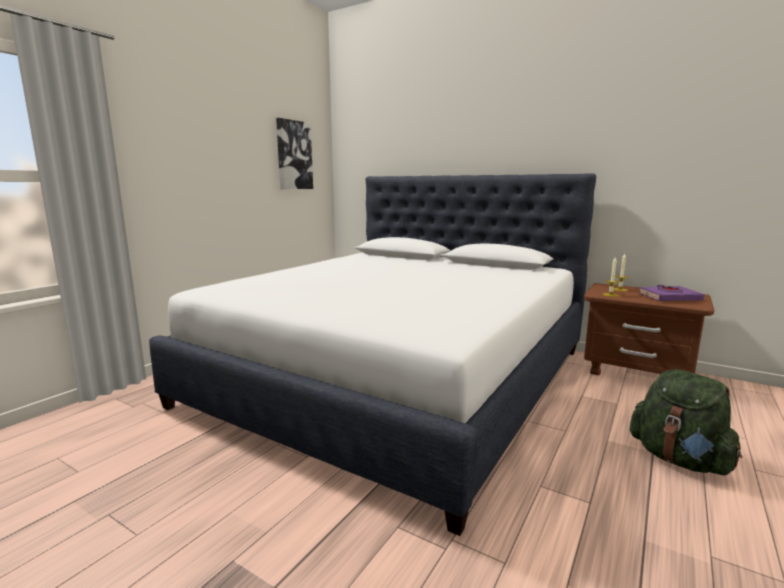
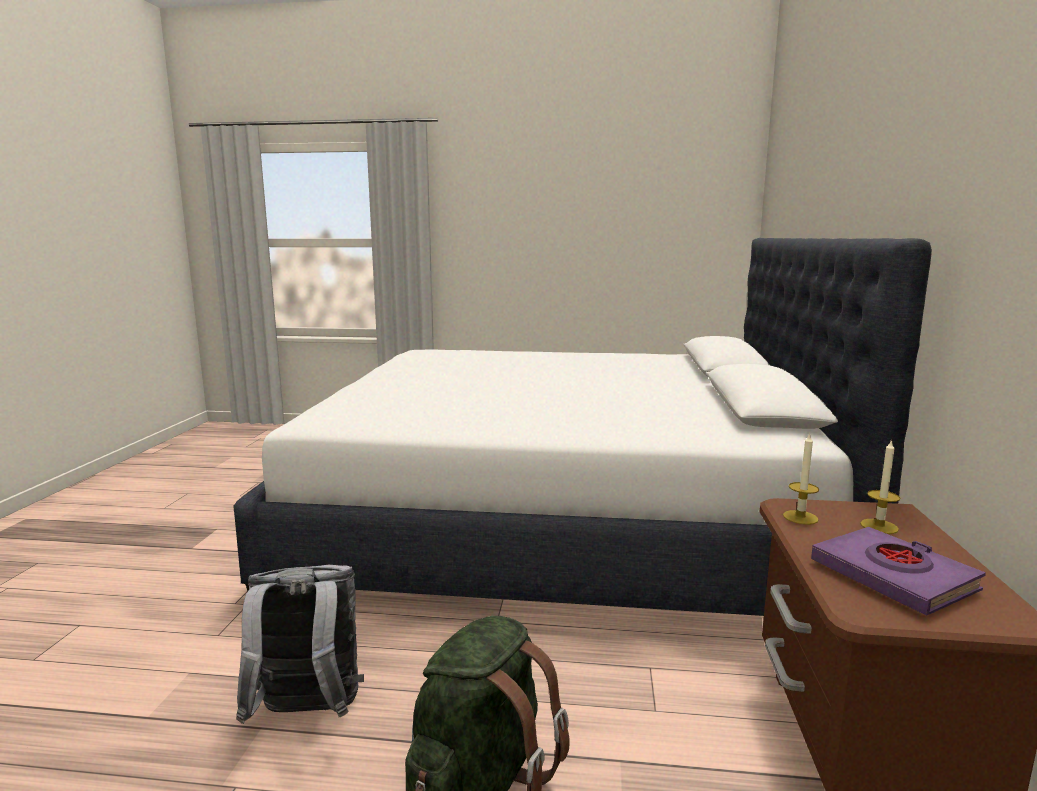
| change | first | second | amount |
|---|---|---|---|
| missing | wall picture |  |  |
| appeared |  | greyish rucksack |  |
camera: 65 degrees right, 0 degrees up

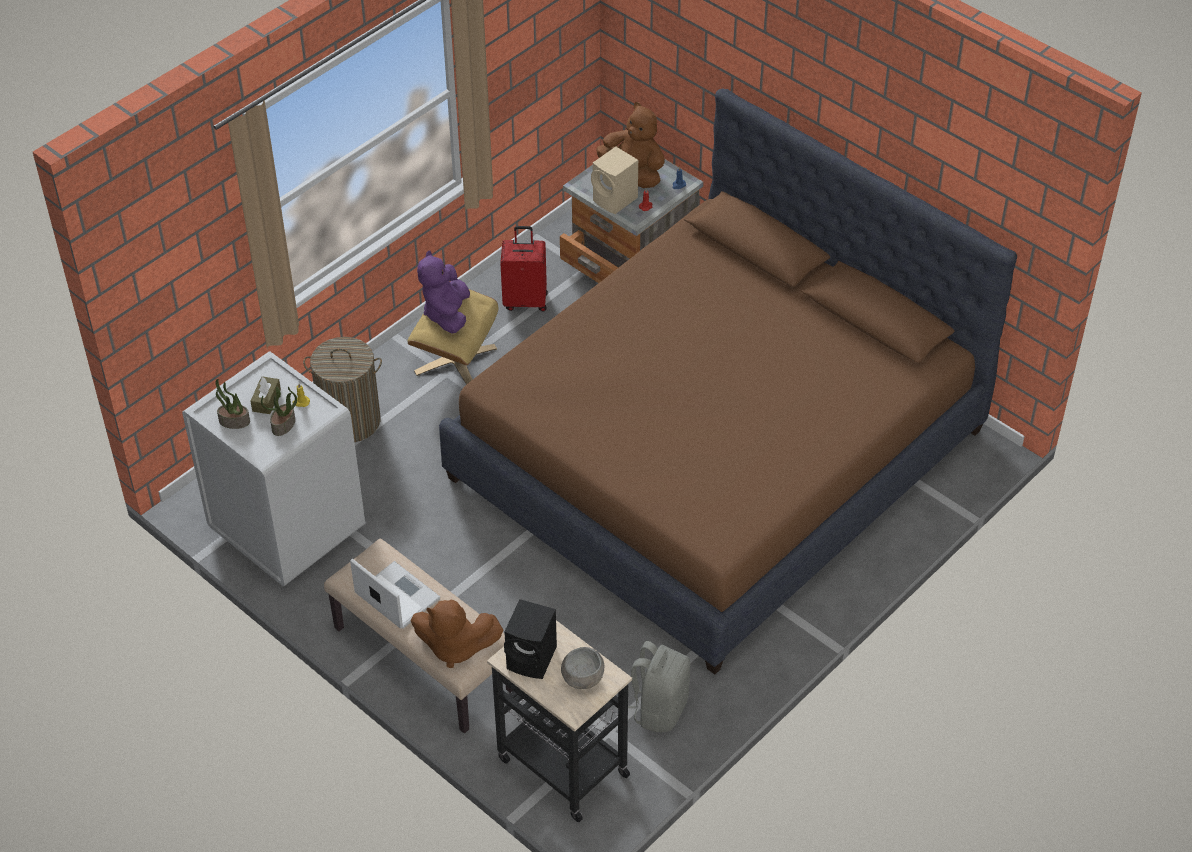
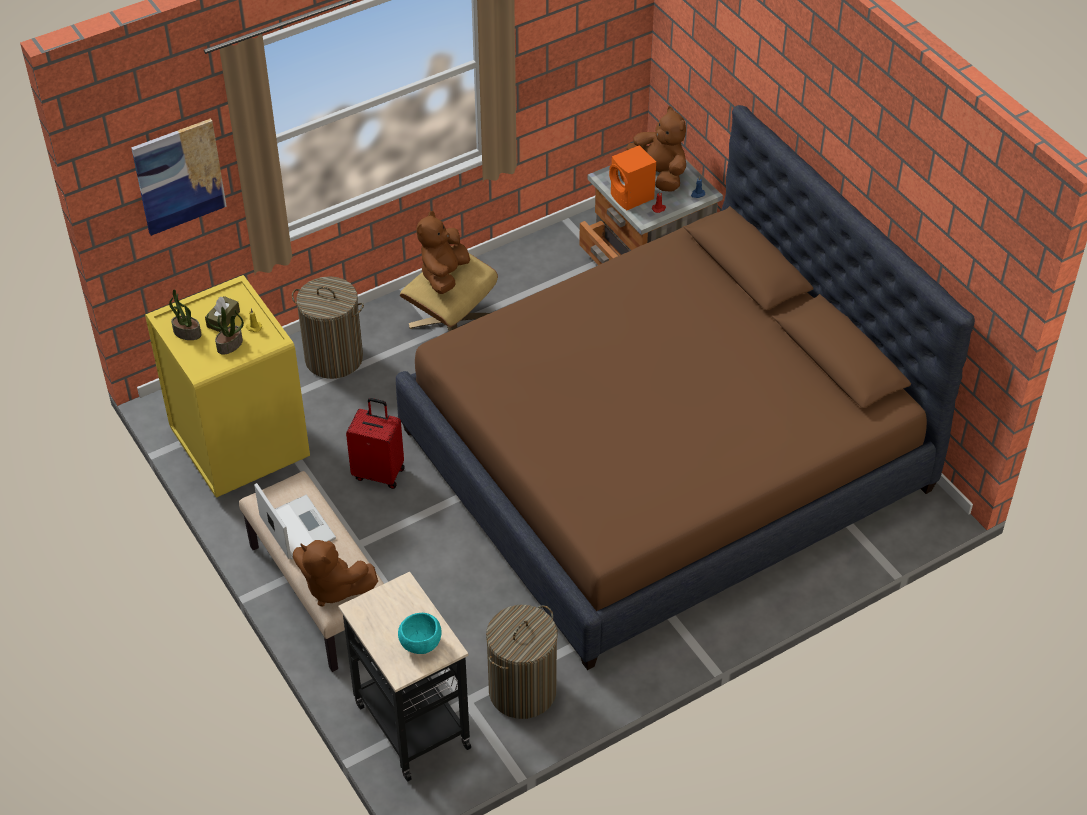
| change | first | second | amount |
|---|---|---|---|
| colour | beige speaker | orange-coloured speaker |  |
| relocated | red suitcase |  |  |
| colour | purplish soft toy | brown-coloured soft toy (no. 2 from left) |  |
| colour | greyish dresser | yellow-coloured dresser |  |
| missing | black speaker |  |  |
| exchanged | greyish rucksack | hamper (no. 2 from left) |  |
| colour | greyish deep dish | blue-green deep dish |  |
| appeared |  | wall picture |  |
camera: 15 degrees right, 0 degrees up

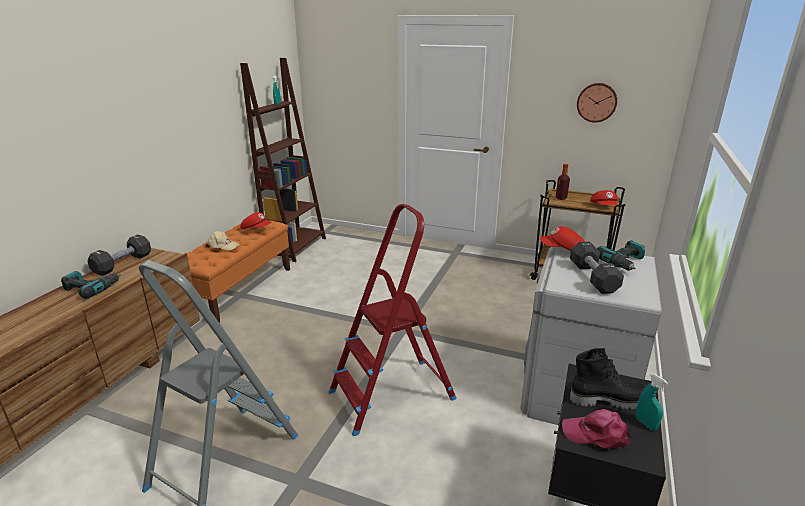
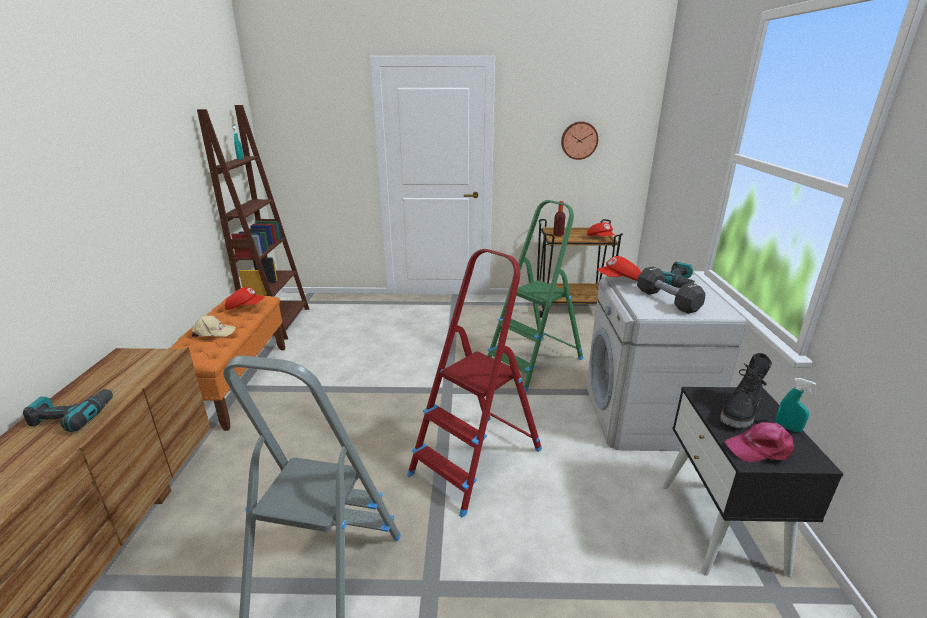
| change | first | second | amount |
|---|---|---|---|
| missing | black hand weight (no. 1 from left) |  |  |
| spun | black high-top boot |  | 150 degrees clockwise |
| appeared |  | greenish stepladder |  |
camera: 20 degrees left, 0 degrees up

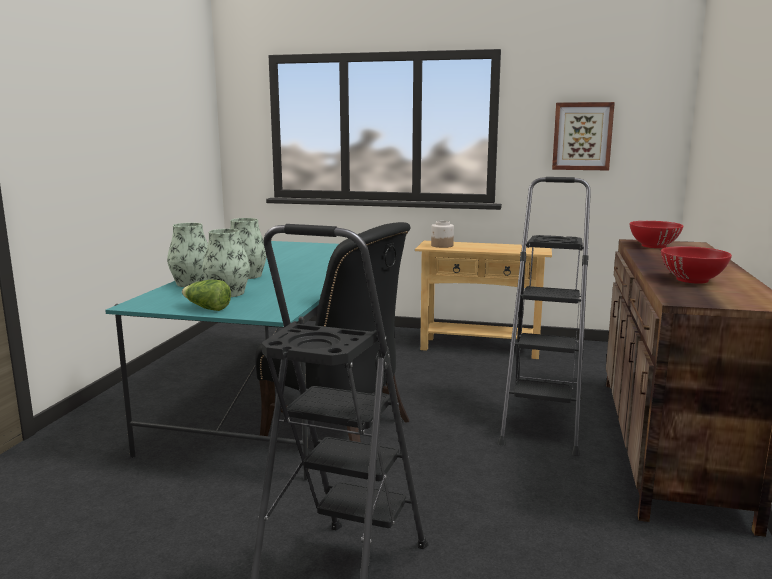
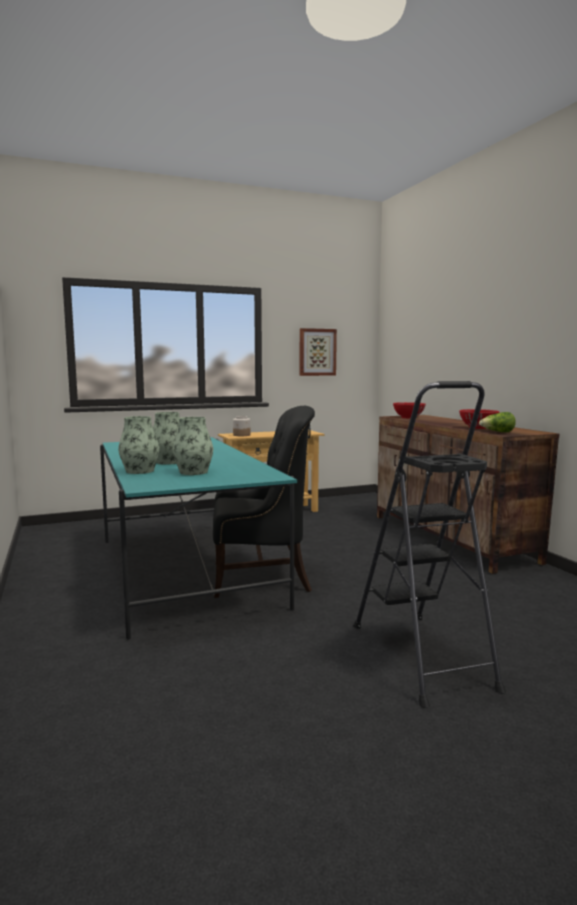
| change | first | second | amount |
|---|---|---|---|
| missing | stepladder (no. 2 from left) |  |  |
| relocated | lettuce |  |  |
camera: 35 degrees left, 5 degrees down

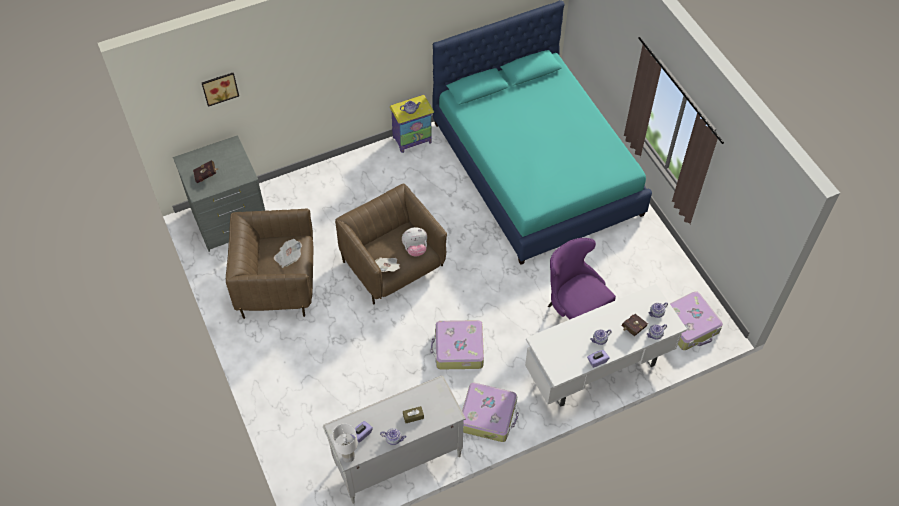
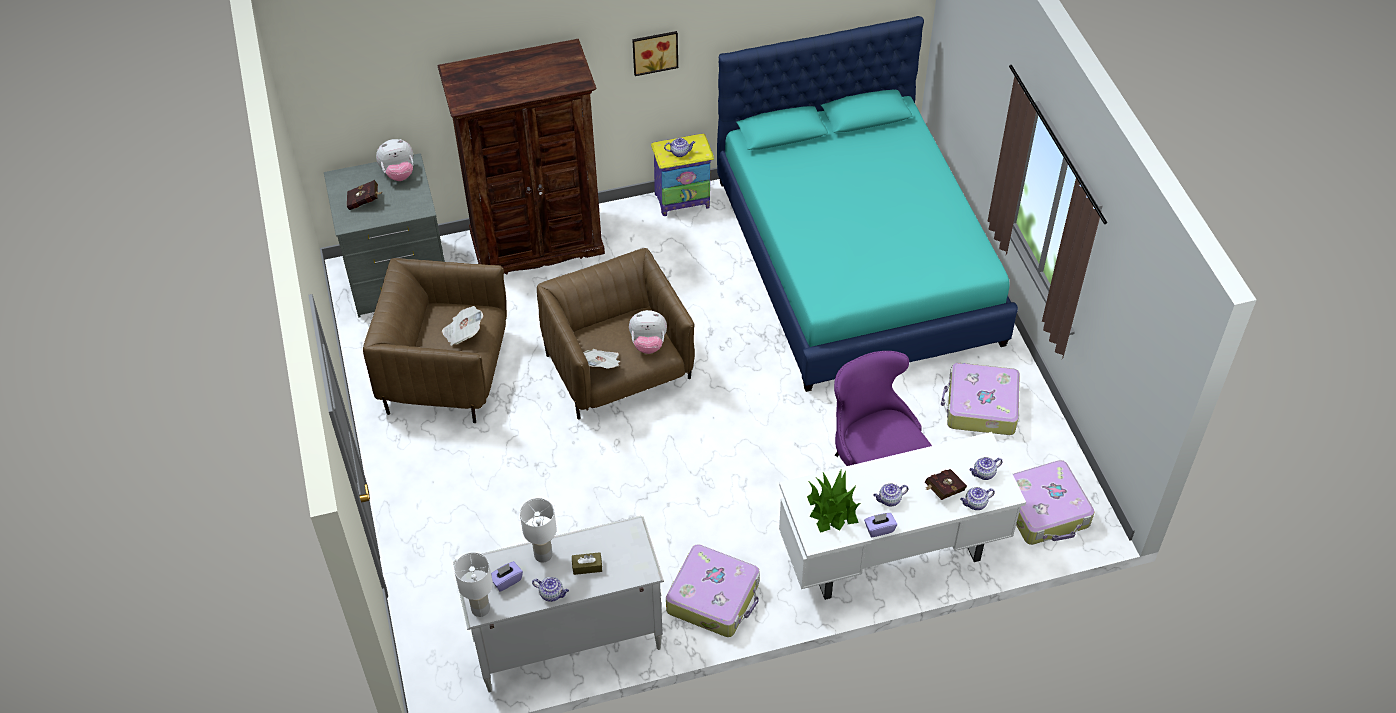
| change | first | second | amount |
|---|---|---|---|
| relocated | wall picture |  |  |
| relocated | suitcase (no. 1 from left in the first image) | suitcase (no. 2 from left) |  |
| appeared |  | brown-coloured armoire |  |
| appeared |  | soft toy (no. 1 from left) |  |
| appeared |  | houseplant |  |
| appeared |  | white-coloured lamp for a table (no. 2 from left) |  |
camera: 10 degrees right, 5 degrees down

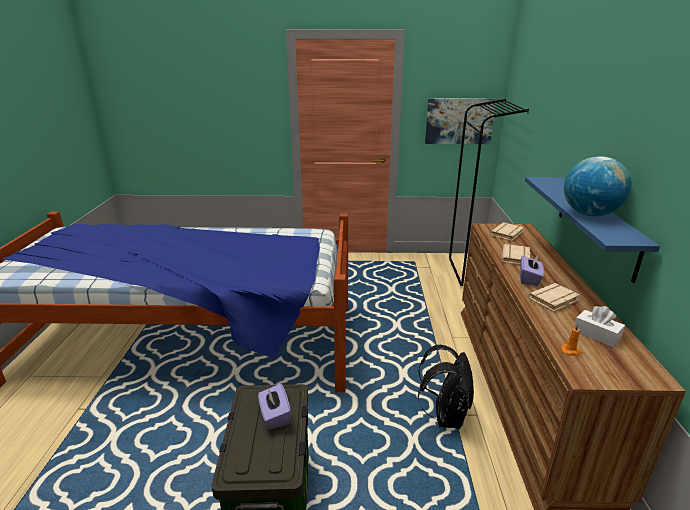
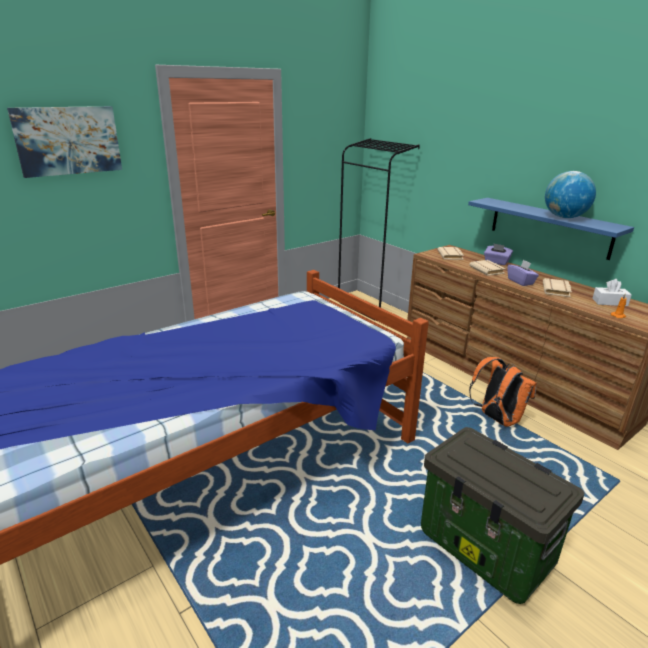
| change | first | second | amount |
|---|---|---|---|
| relocated | wall picture |  |  |
| colour | black rucksack | orange-coloured rucksack |  |
| relocated | purplish tissue box (no. 1 from left) |  |  |
camera: 40 degrees left, 0 degrees up

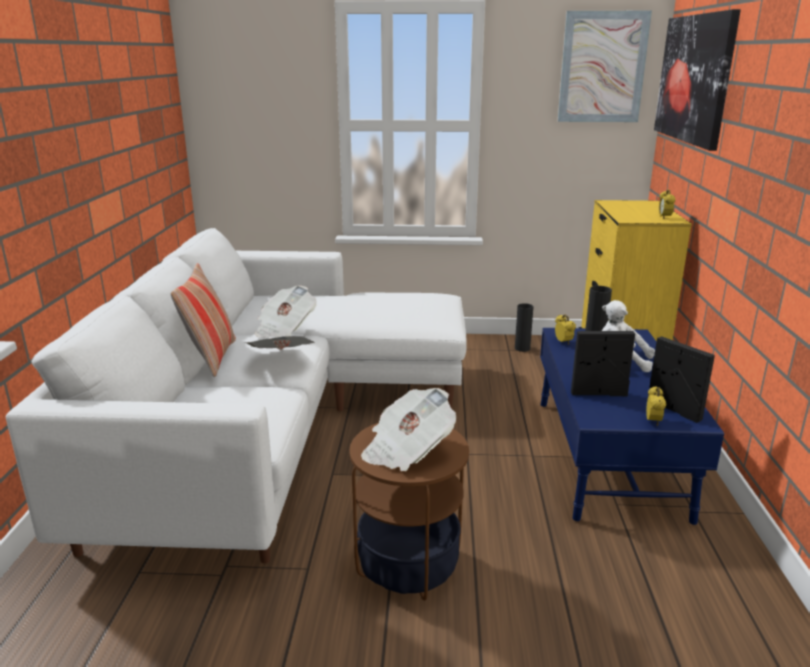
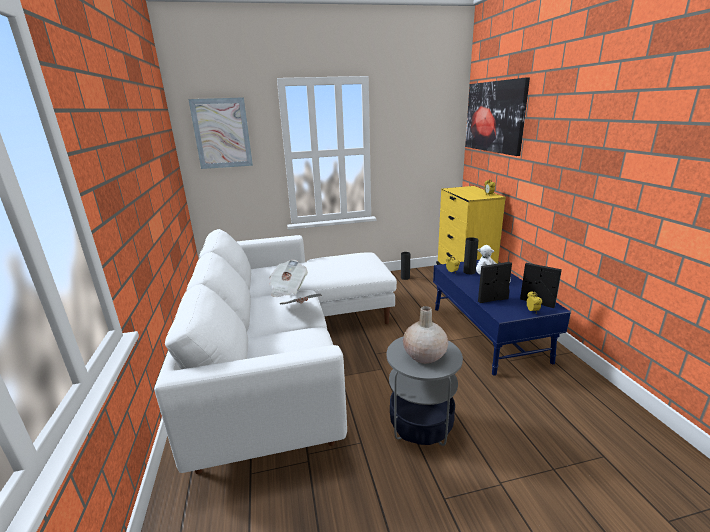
| change | first | second | amount |
|---|---|---|---|
| relocated | wall picture (no. 1 from left) |  |  |
| missing | pillow |  |  |
| exchanged | daily paper (no. 3 from left) | beige decorative vase |  |
| colour | brown-coloured end table | greyish end table |  |
camera: 15 degrees left, 0 degrees up

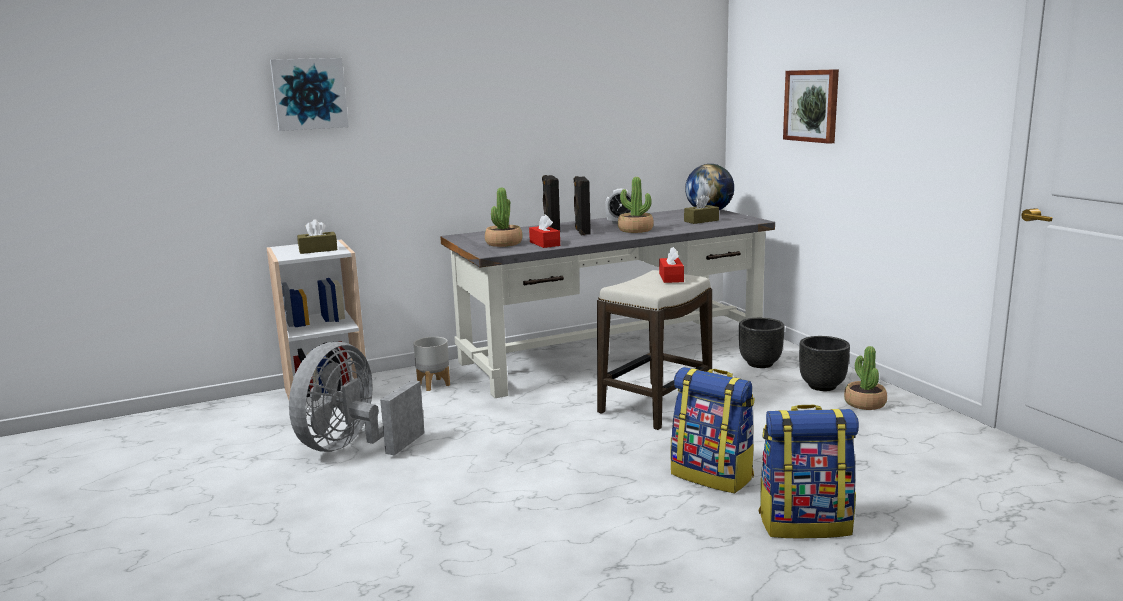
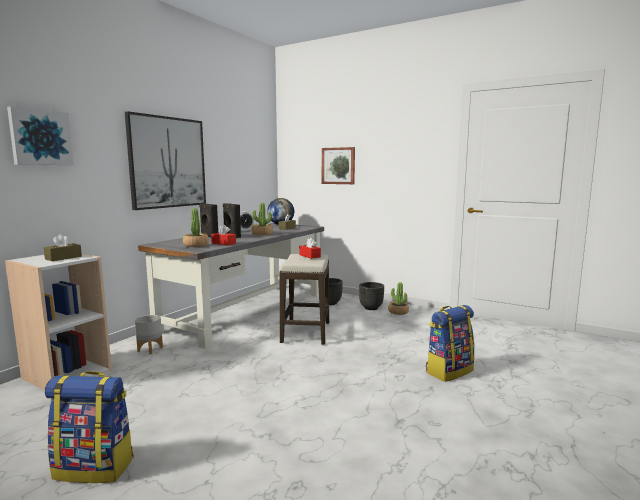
| change | first | second | amount |
|---|---|---|---|
| missing | greyish fan |  |  |
| relocated | rucksack (no. 1 from left) |  |  |
| appeared |  | wall picture (no. 2 from left) |  |
camera: 35 degrees left, 5 degrees down

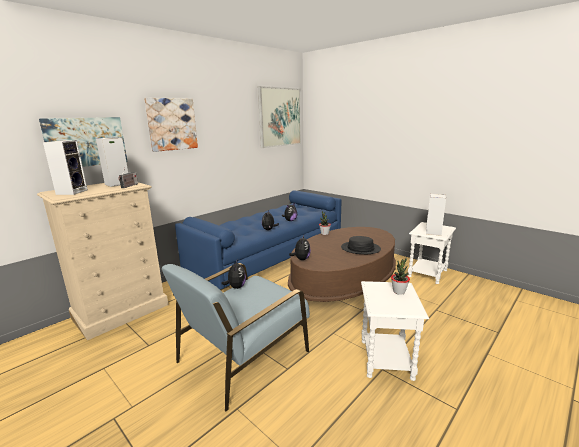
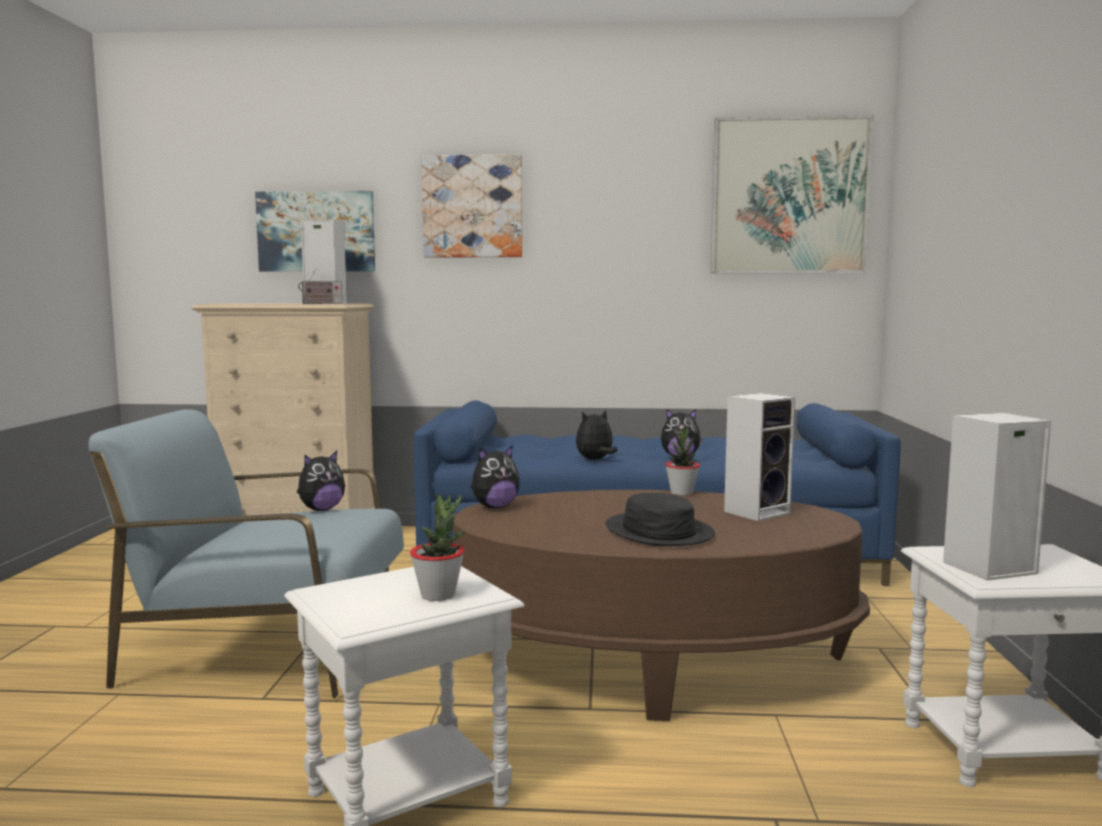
| change | first | second | amount |
|---|---|---|---|
| relocated | speaker (no. 1 from left in the first image) | speaker (no. 2 from left) |  |
camera: 50 degrees right, 10 degrees down

